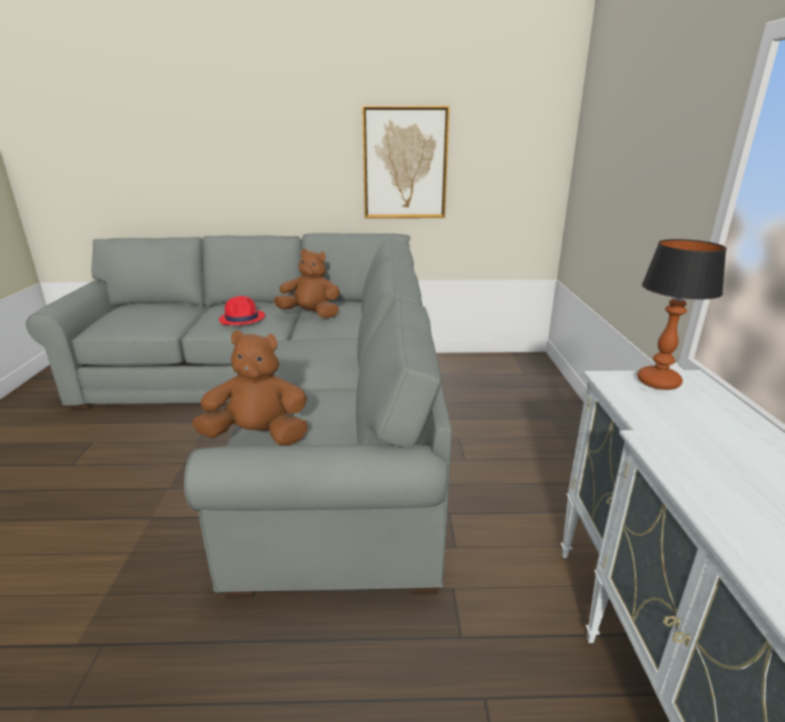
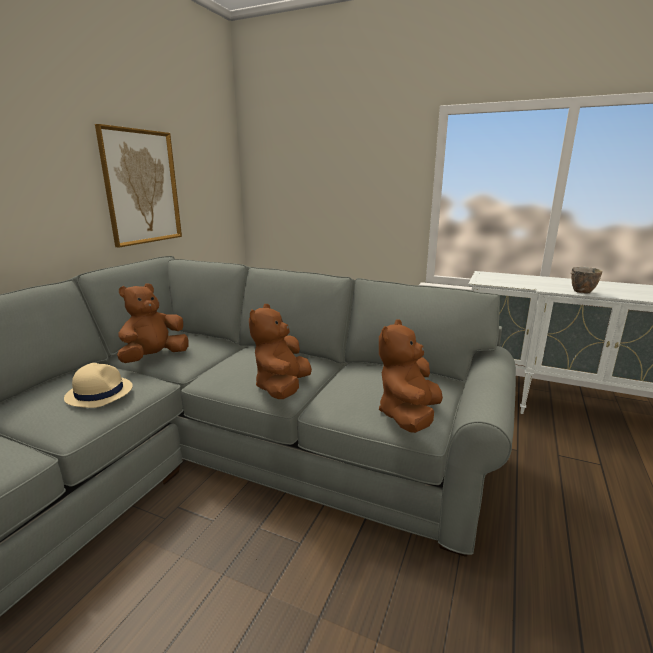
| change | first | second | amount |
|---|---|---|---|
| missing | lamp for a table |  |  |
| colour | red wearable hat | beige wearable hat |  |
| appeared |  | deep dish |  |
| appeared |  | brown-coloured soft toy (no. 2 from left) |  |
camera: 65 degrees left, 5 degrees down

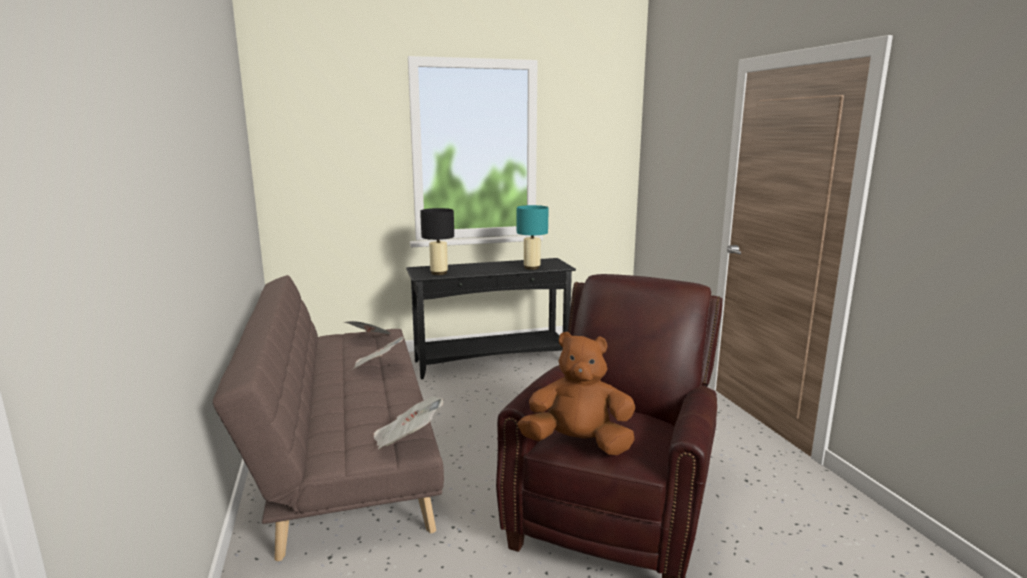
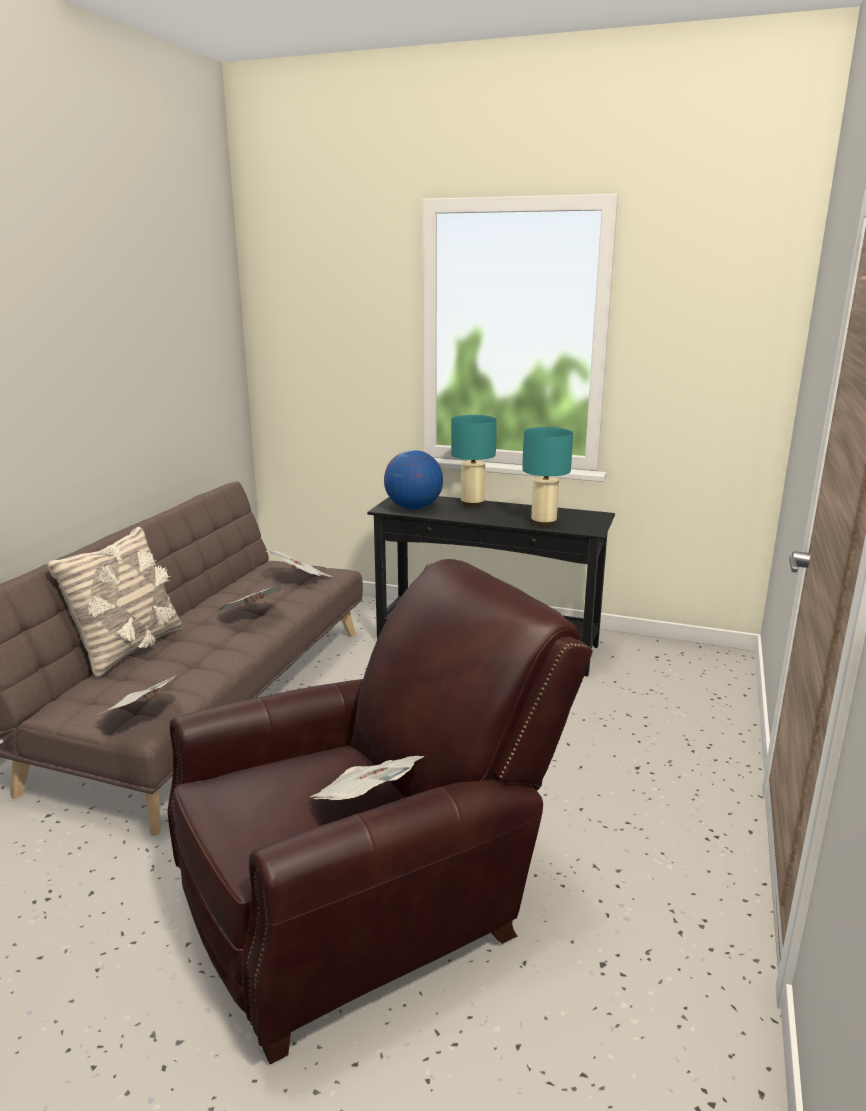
| change | first | second | amount |
|---|---|---|---|
| exchanged | black lamp for a table | desk globe |  |
| missing | brown-coloured soft toy |  |  |
| appeared |  | blue-green lamp for a table (no. 1 from left) |  |
| appeared |  | beige pillow |  |
| appeared |  | daily paper (no. 4 from left) |  |
camera: 35 degrees right, 5 degrees up

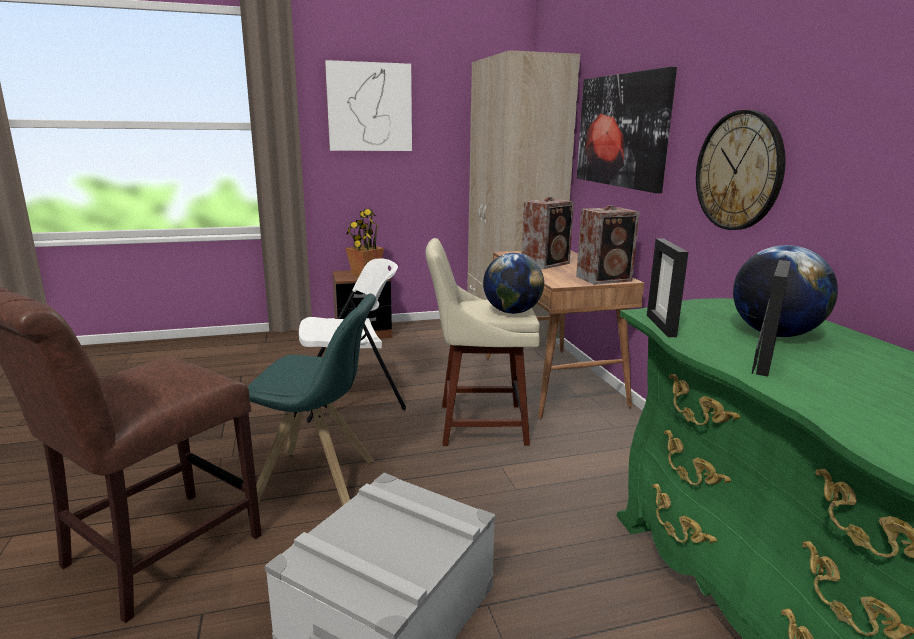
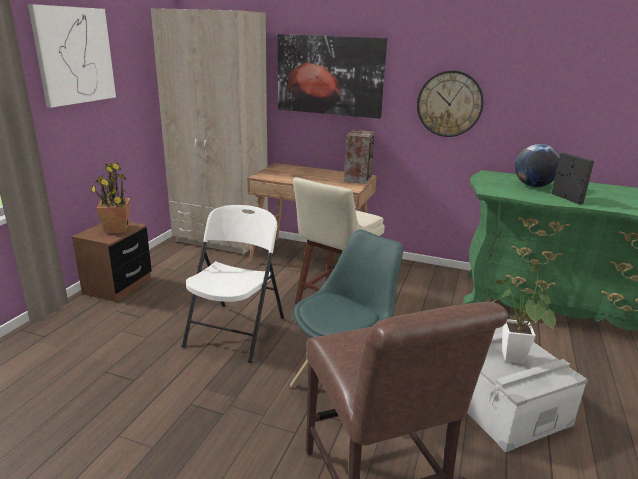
| change | first | second | amount |
|---|---|---|---|
| missing | speaker (no. 1 from left) |  |  |
| missing | standing frame (no. 1 from left) |  |  |
| missing | desk globe (no. 1 from left) |  |  |
| appeared |  | houseplant (no. 2 from left) |  |
camera: 55 degrees left, 5 degrees up

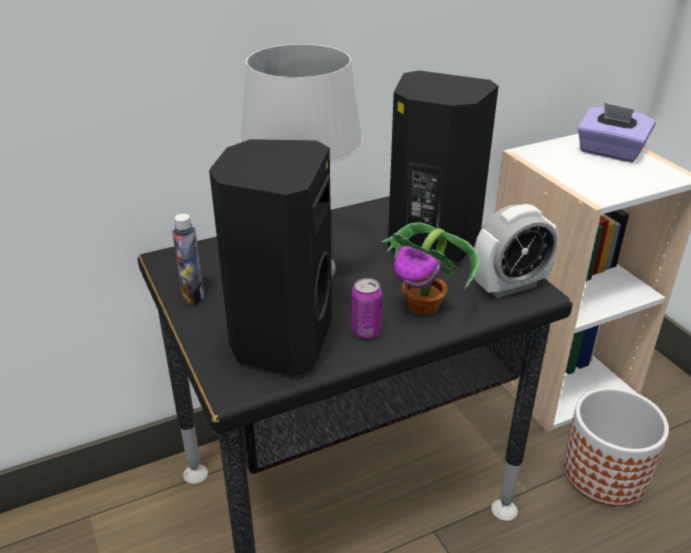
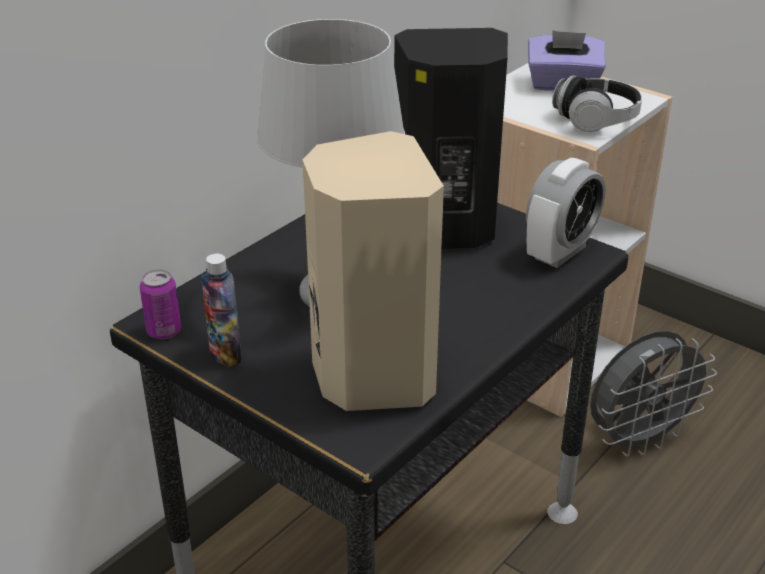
| change | first | second | amount |
|---|---|---|---|
| colour | black speaker (no. 1 from left) | beige speaker |  |
| missing | houseplant |  |  |
| relocated | can |  |  |
| exchanged | plant pot | greyish fan |  |
| appeared |  | headset |  |
camera: 25 degrees left, 0 degrees up

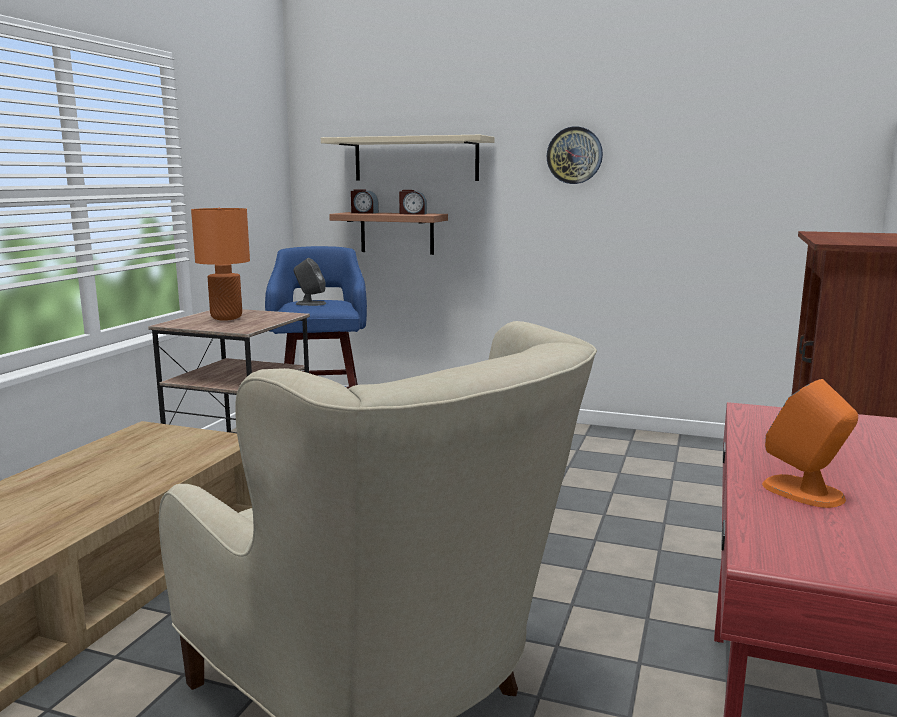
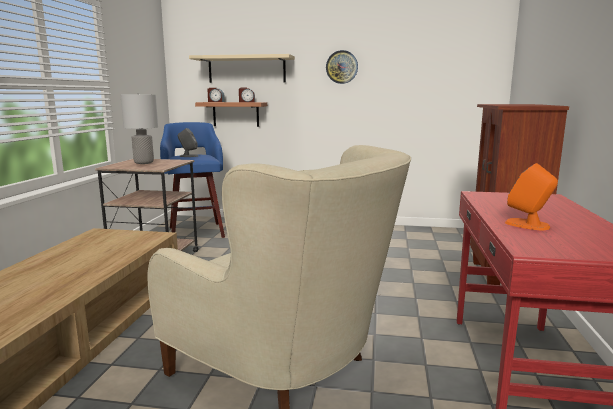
| change | first | second | amount |
|---|---|---|---|
| colour | orange-coloured lamp for a table | greyish lamp for a table |  |
camera: 10 degrees left, 0 degrees up

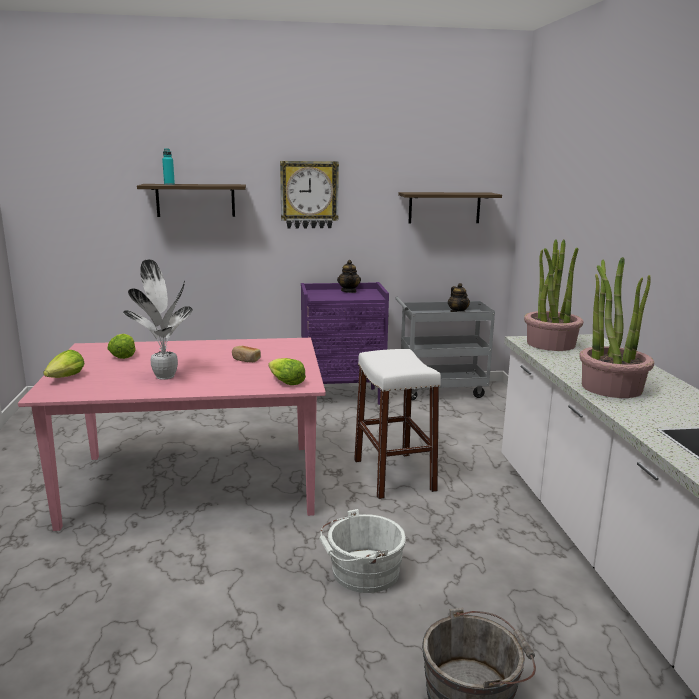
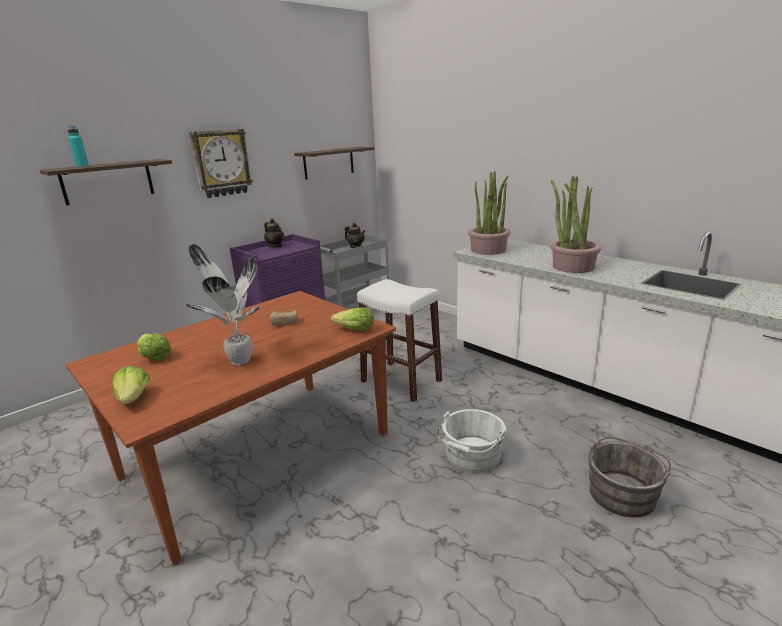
| change | first | second | amount |
|---|---|---|---|
| colour | pink-coloured dining table | brown-coloured dining table |  |
camera: 35 degrees left, 5 degrees up

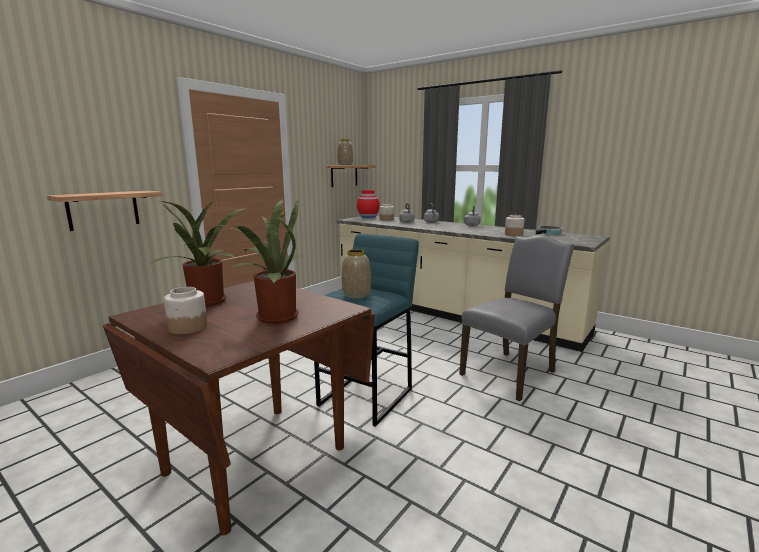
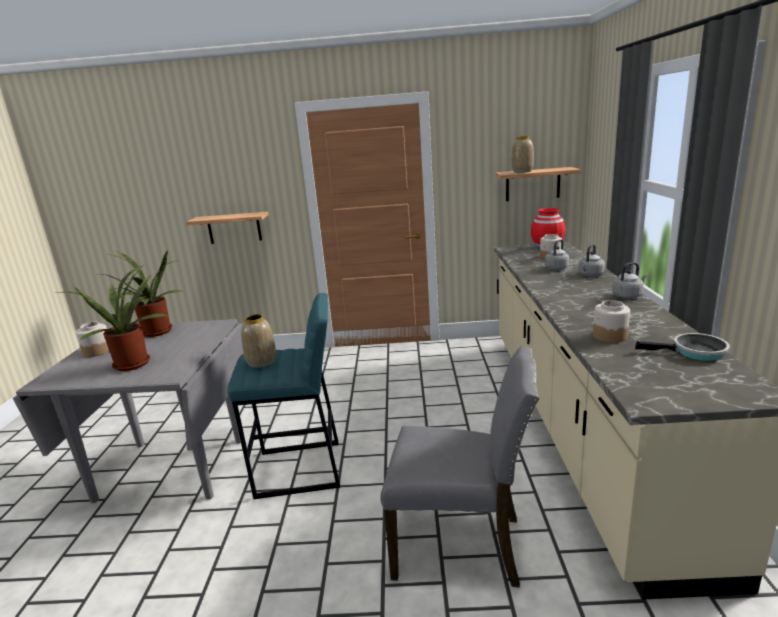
| change | first | second | amount |
|---|---|---|---|
| colour | brown-coloured dining table | greyish dining table |  |
camera: 55 degrees right, 5 degrees up

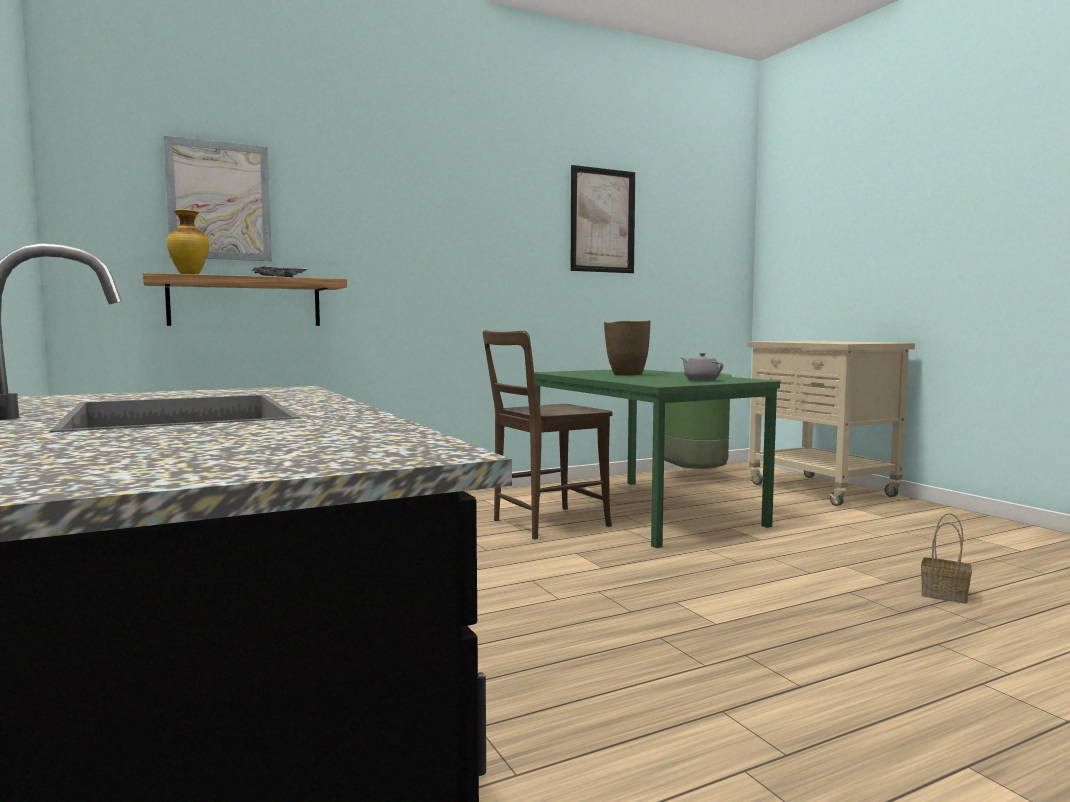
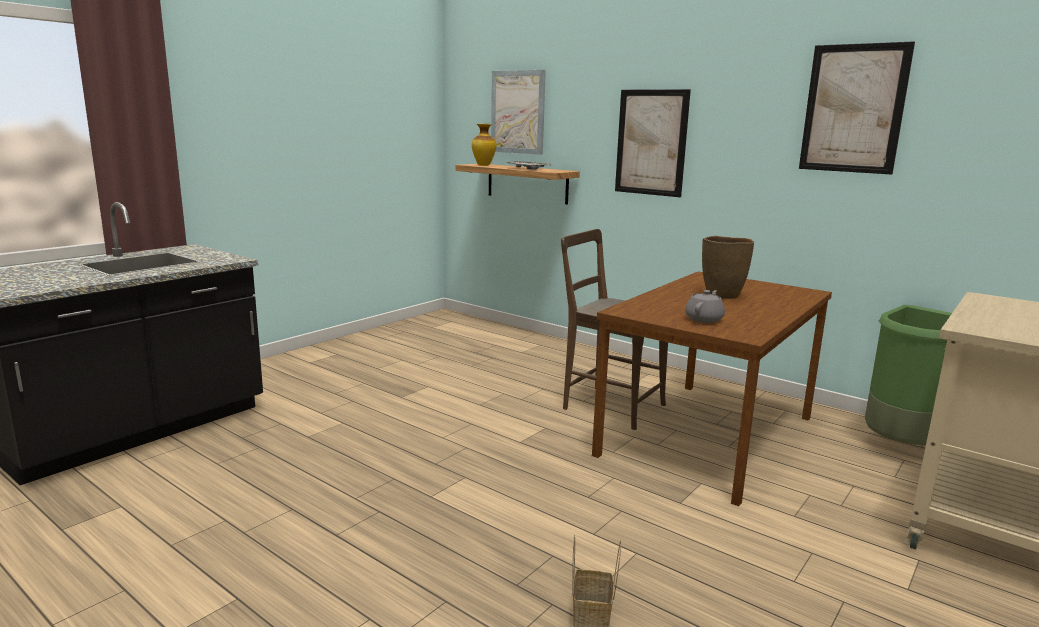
| change | first | second | amount |
|---|---|---|---|
| colour | greenish dining table | brown-coloured dining table |  |
| appeared |  | wall picture (no. 2 from left) |  |
camera: 65 degrees right, 10 degrees up

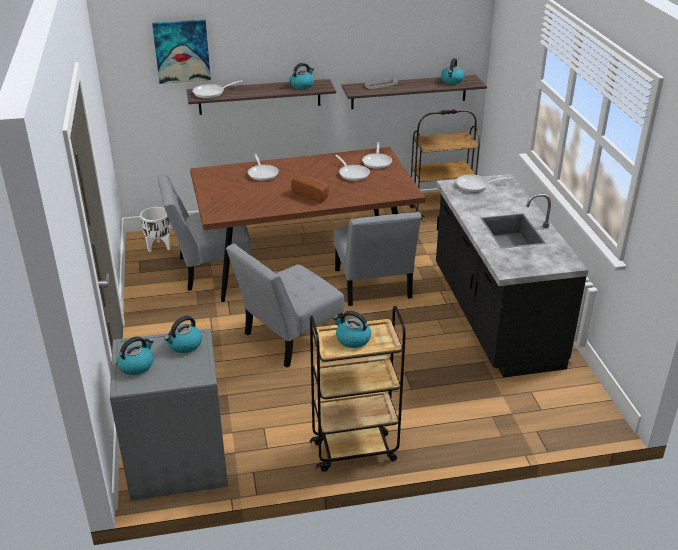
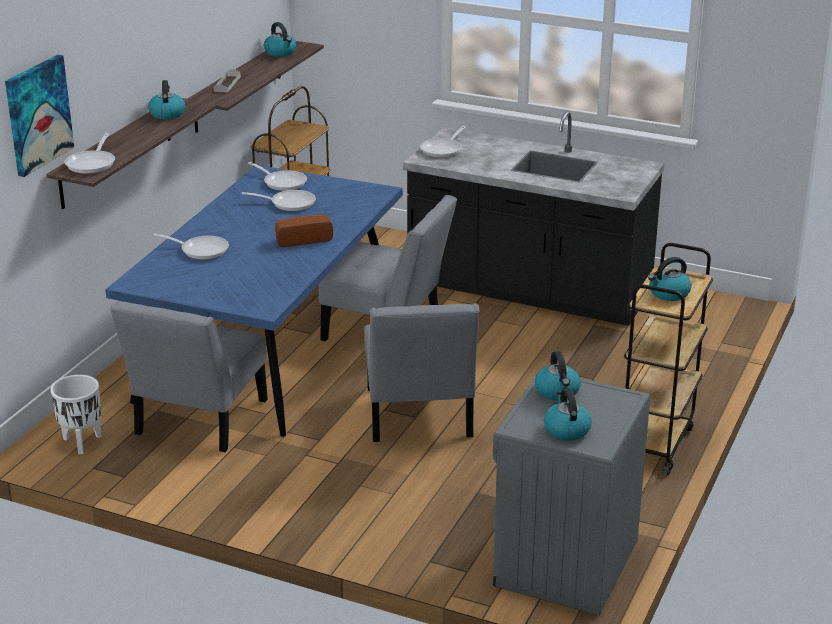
| change | first | second | amount |
|---|---|---|---|
| colour | brown-coloured dining table | blue-coloured dining table |  |
camera: 55 degrees left, 5 degrees down

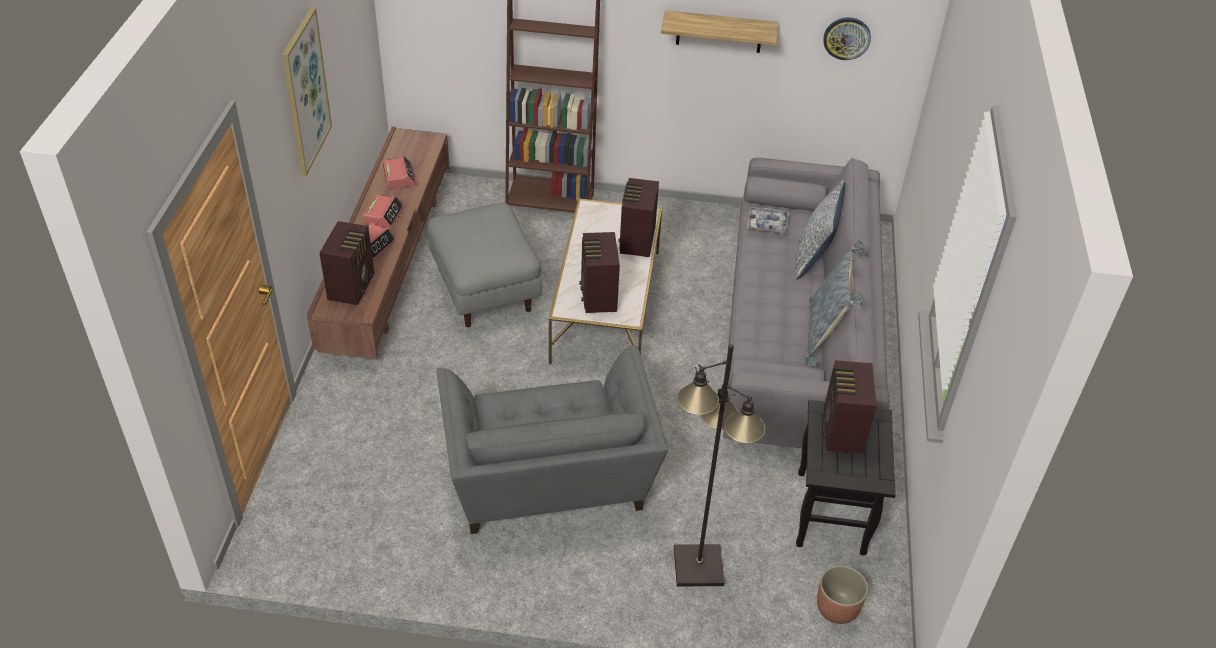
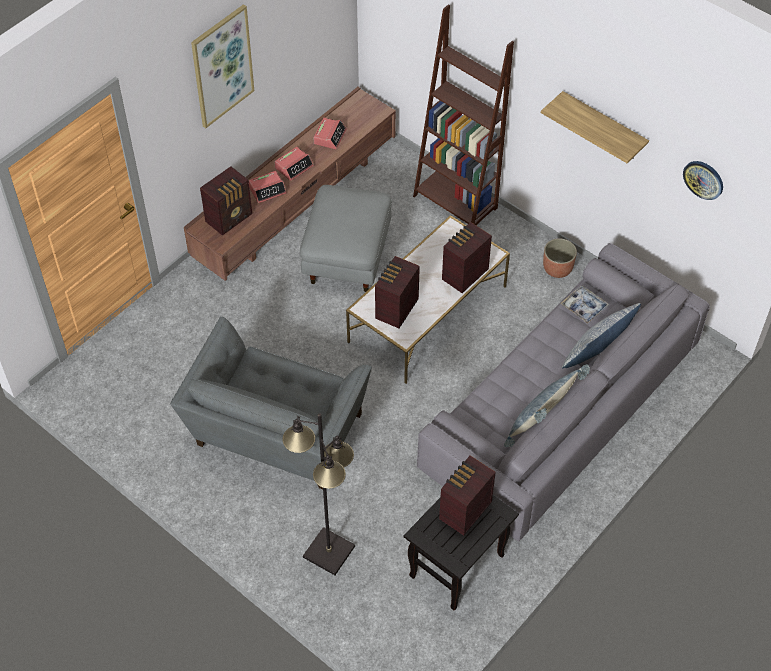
| change | first | second | amount |
|---|---|---|---|
| relocated | plant pot |  |  |
camera: 35 degrees right, 10 degrees up

